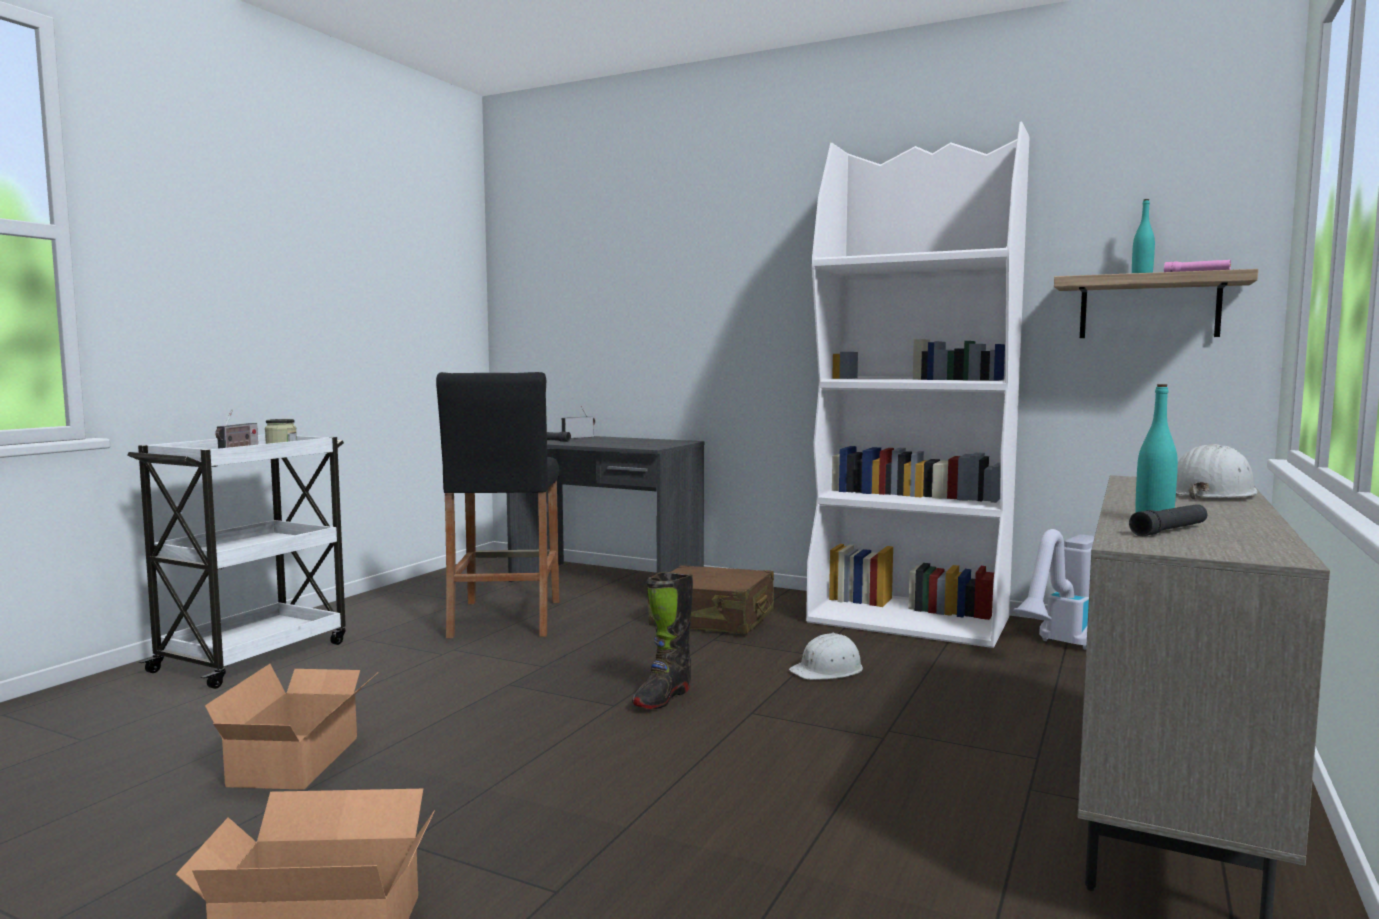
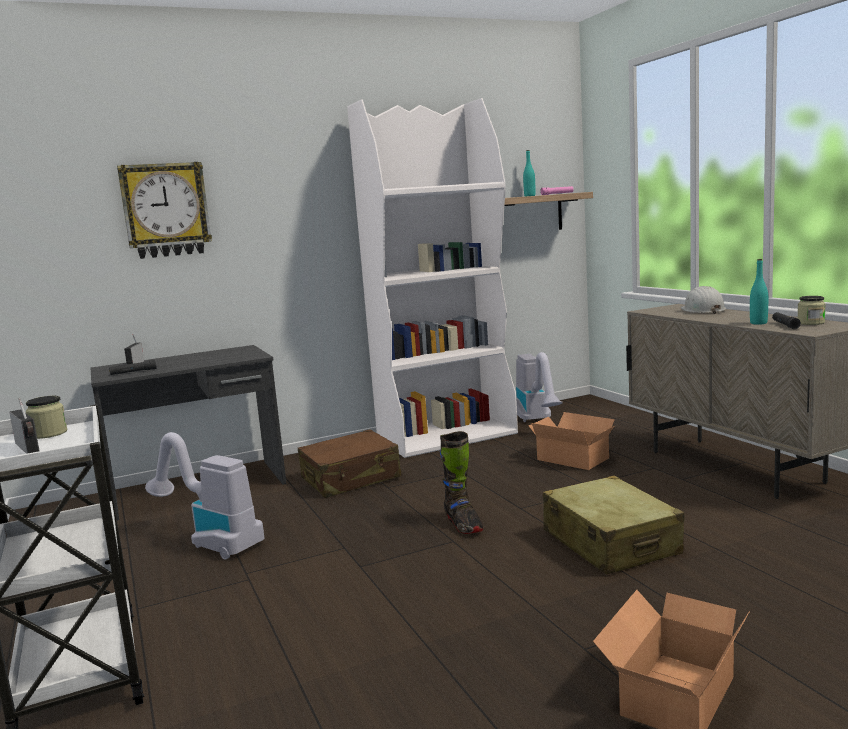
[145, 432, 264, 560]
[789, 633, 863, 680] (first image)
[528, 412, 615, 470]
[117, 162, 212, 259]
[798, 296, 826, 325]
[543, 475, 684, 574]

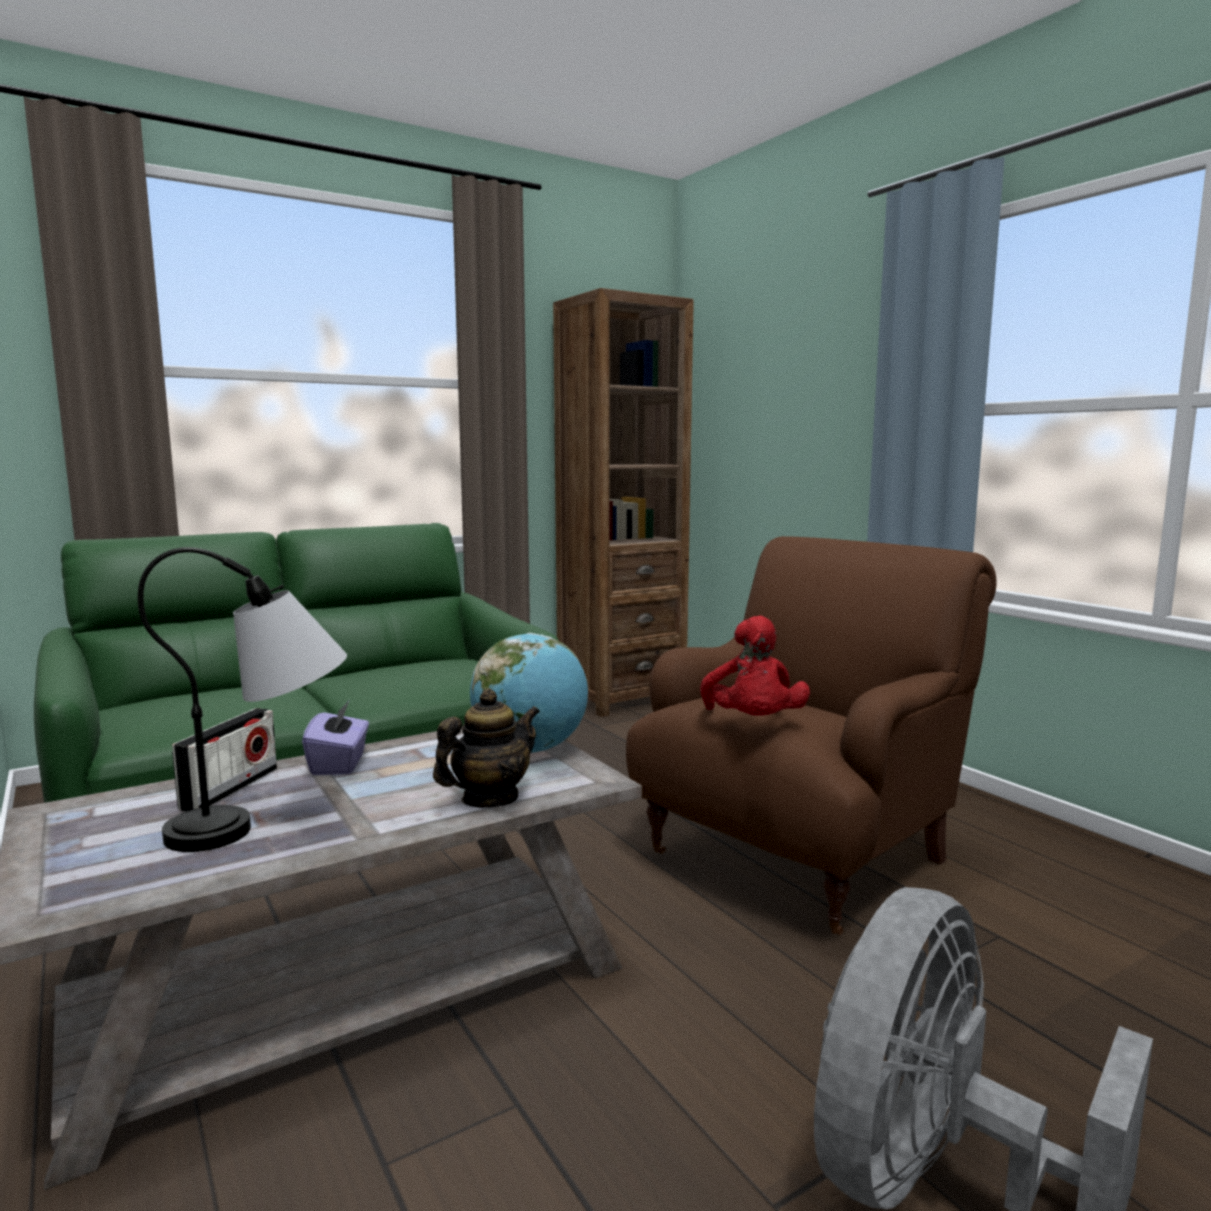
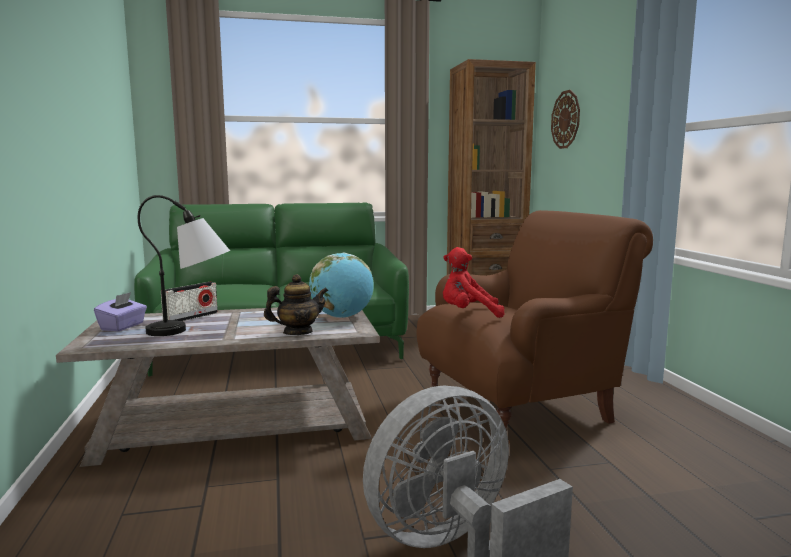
[443, 247, 505, 318]
[94, 292, 147, 331]
[551, 90, 580, 149]

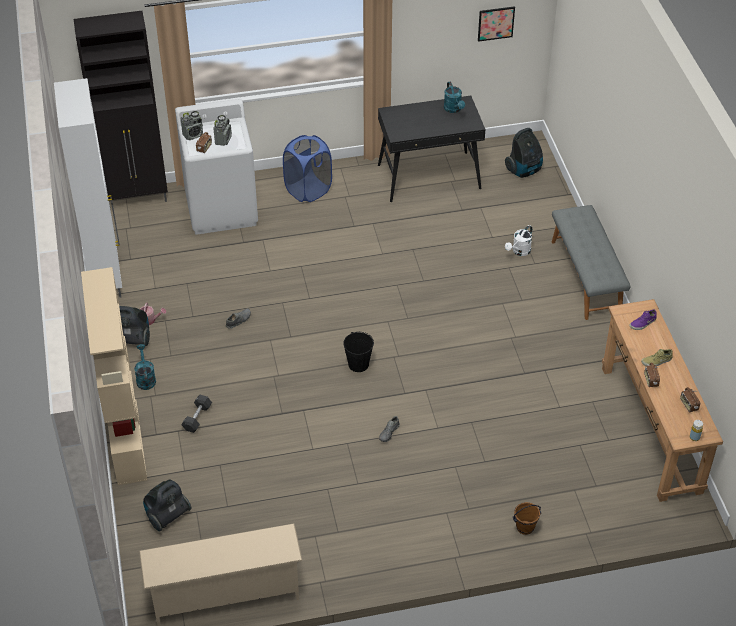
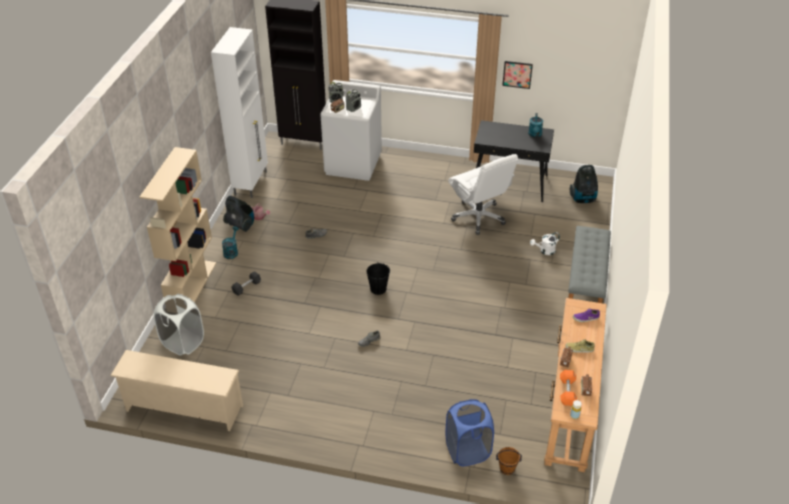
[502, 61, 533, 89]
[445, 399, 494, 466]
[154, 294, 204, 355]
[496, 447, 522, 475]
[449, 154, 518, 235]
[560, 370, 577, 406]

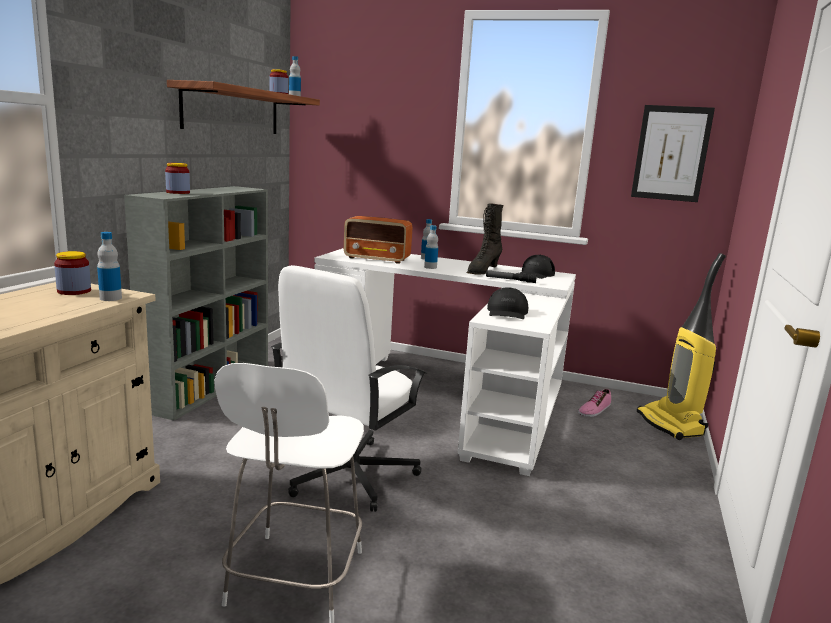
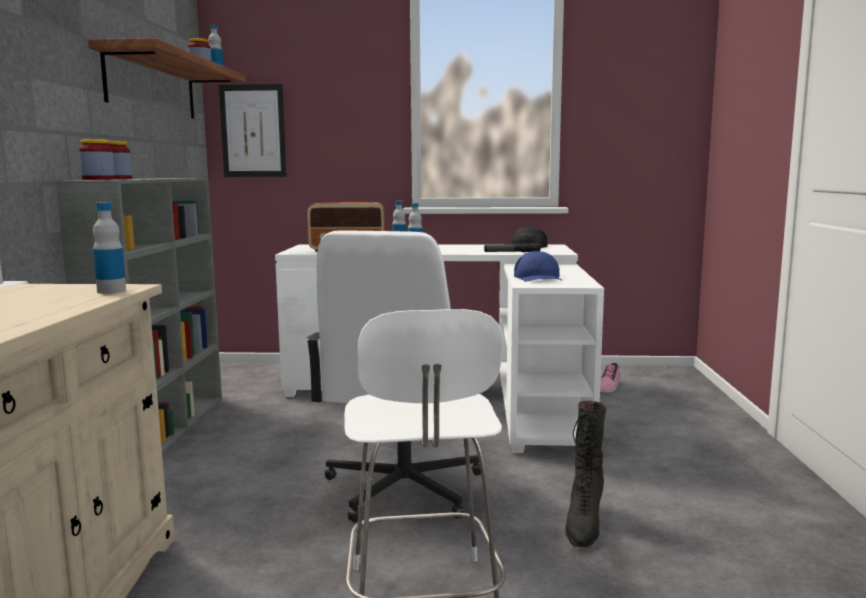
[219, 84, 287, 177]
[565, 401, 606, 547]
[79, 139, 115, 180]
[637, 253, 726, 440] (first image)
[514, 251, 563, 282]

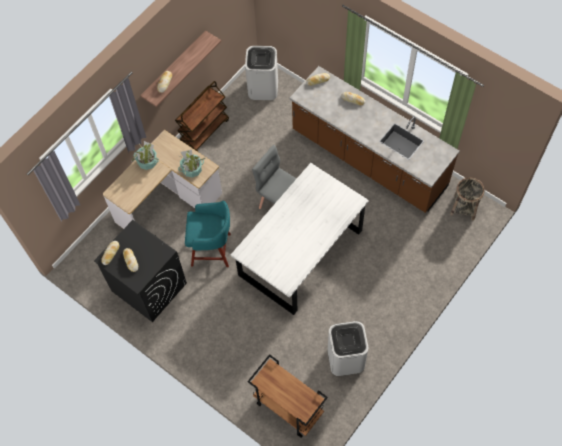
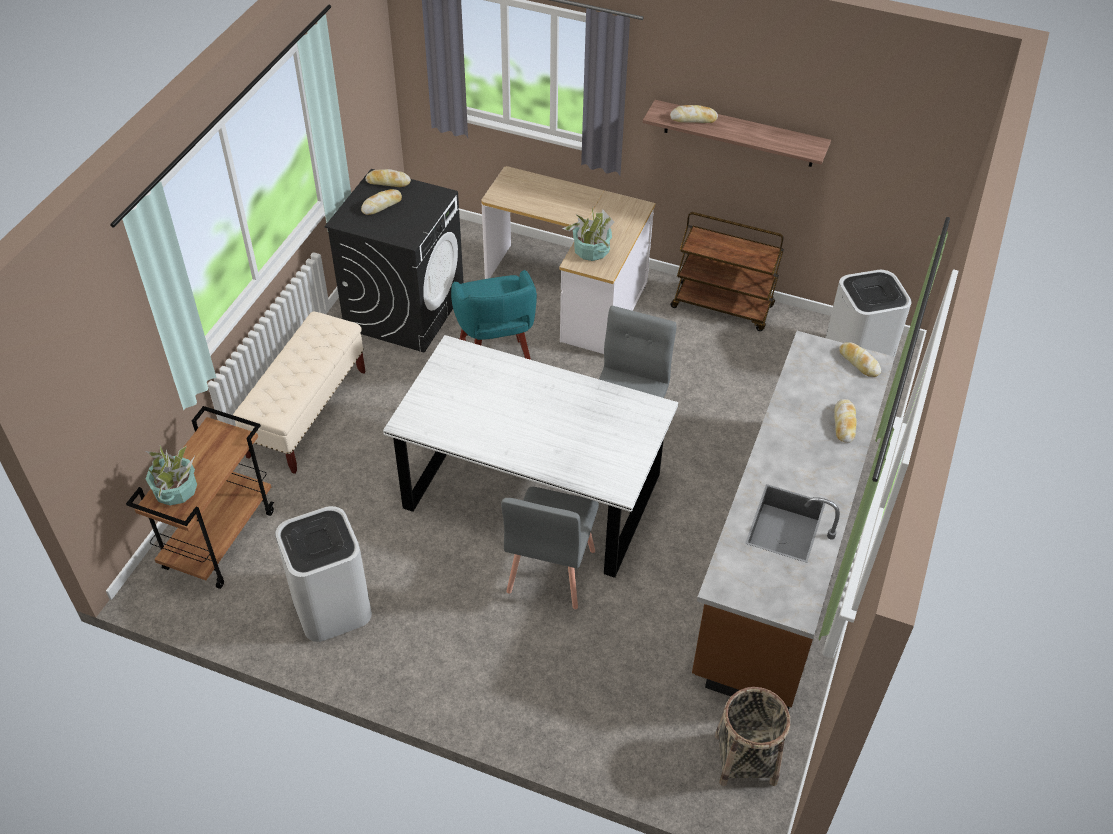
[146, 446, 197, 506]
[233, 311, 366, 474]
[501, 487, 599, 609]

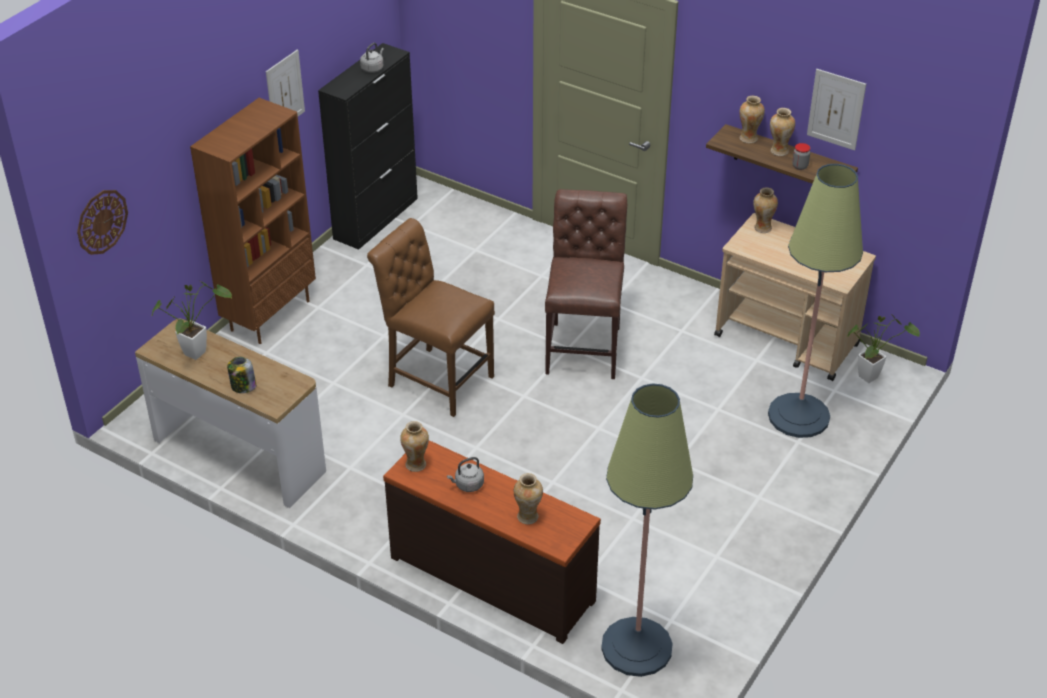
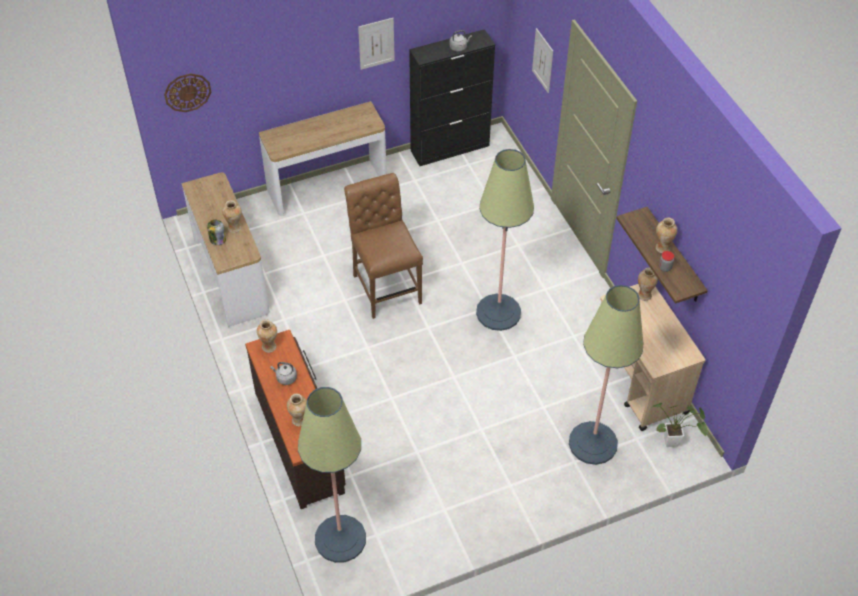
[532, 28, 553, 93]
[222, 200, 242, 233]
[259, 101, 387, 216]
[476, 149, 534, 331]
[152, 280, 232, 360] (first image)

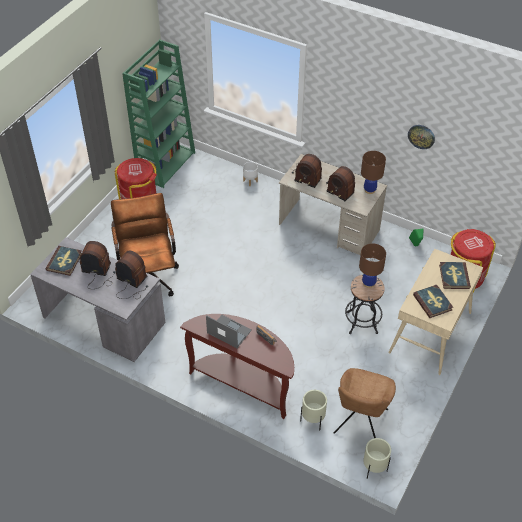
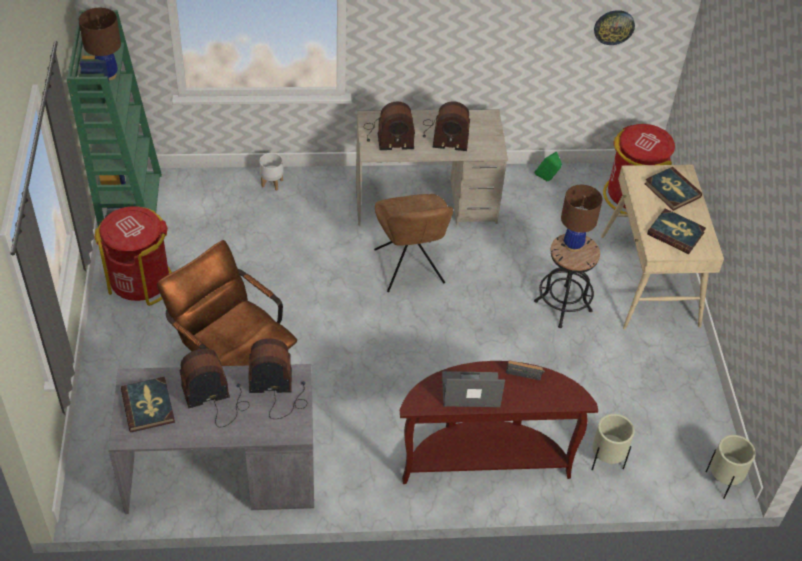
[594, 10, 635, 45]
[79, 8, 121, 81]
[374, 194, 453, 292]

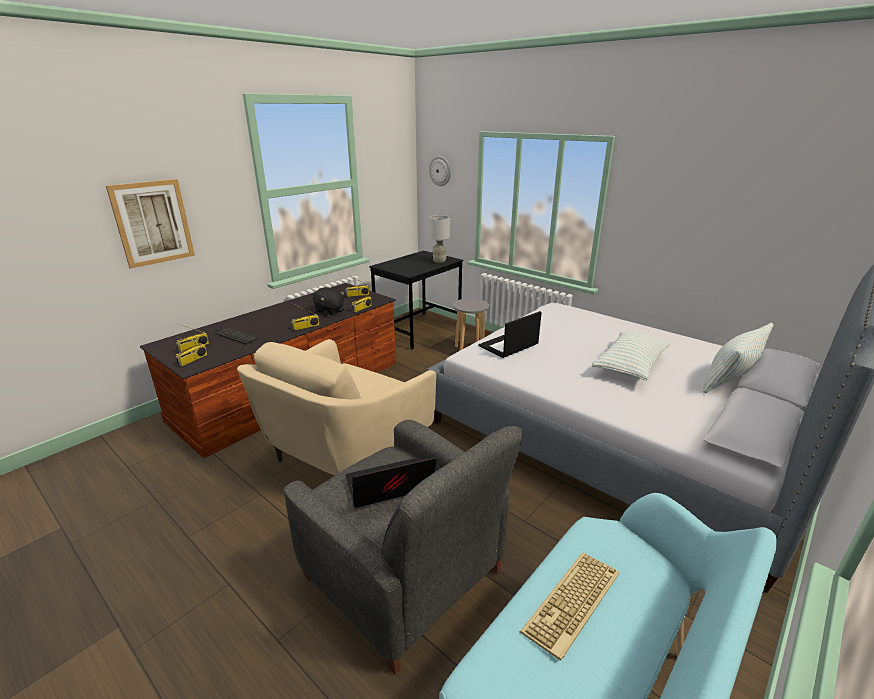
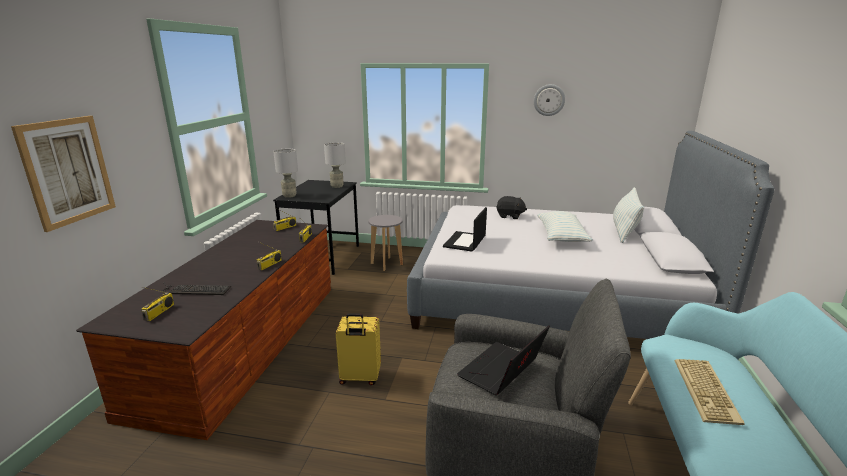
[534, 84, 565, 116]
[496, 196, 527, 219]
[176, 336, 207, 366] (first image)
[336, 313, 381, 385]
[273, 149, 298, 198]

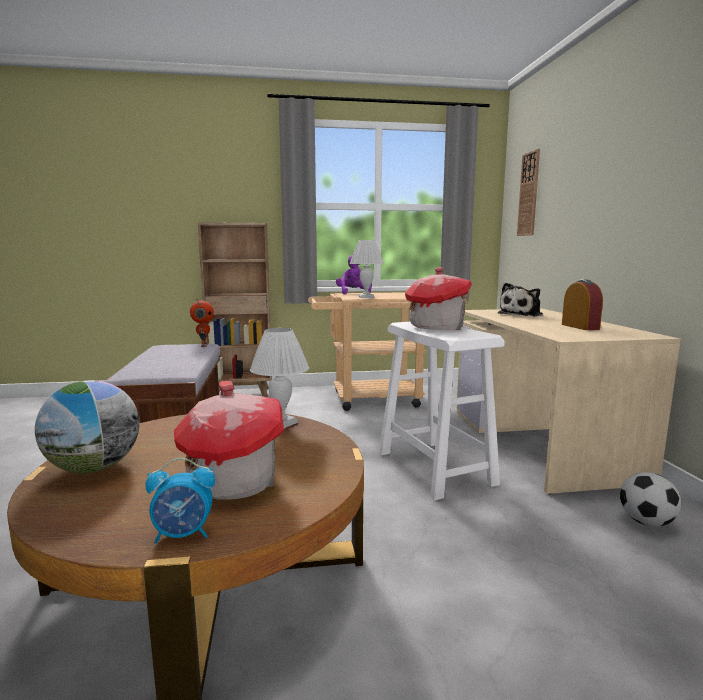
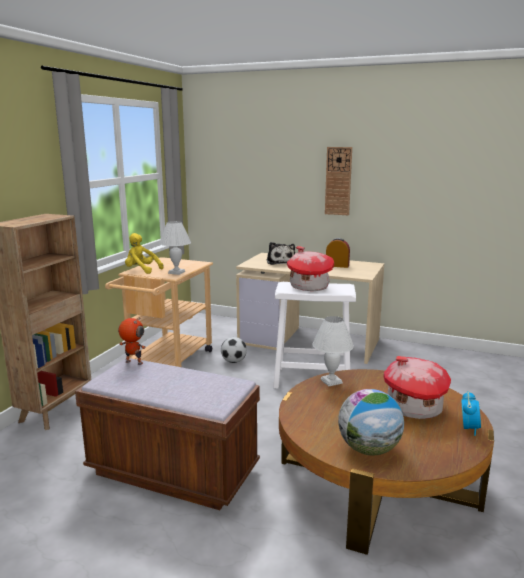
[325, 147, 352, 215]
[125, 233, 163, 274]
[221, 337, 247, 363]

